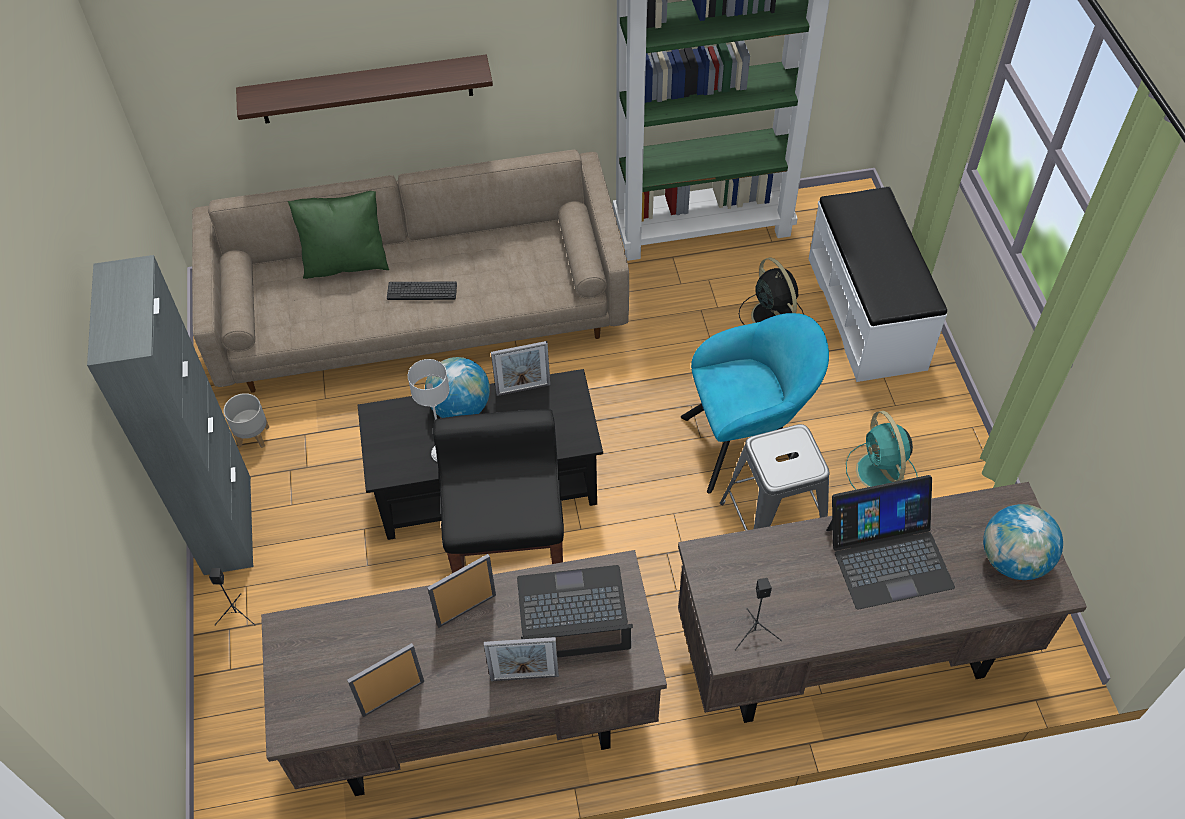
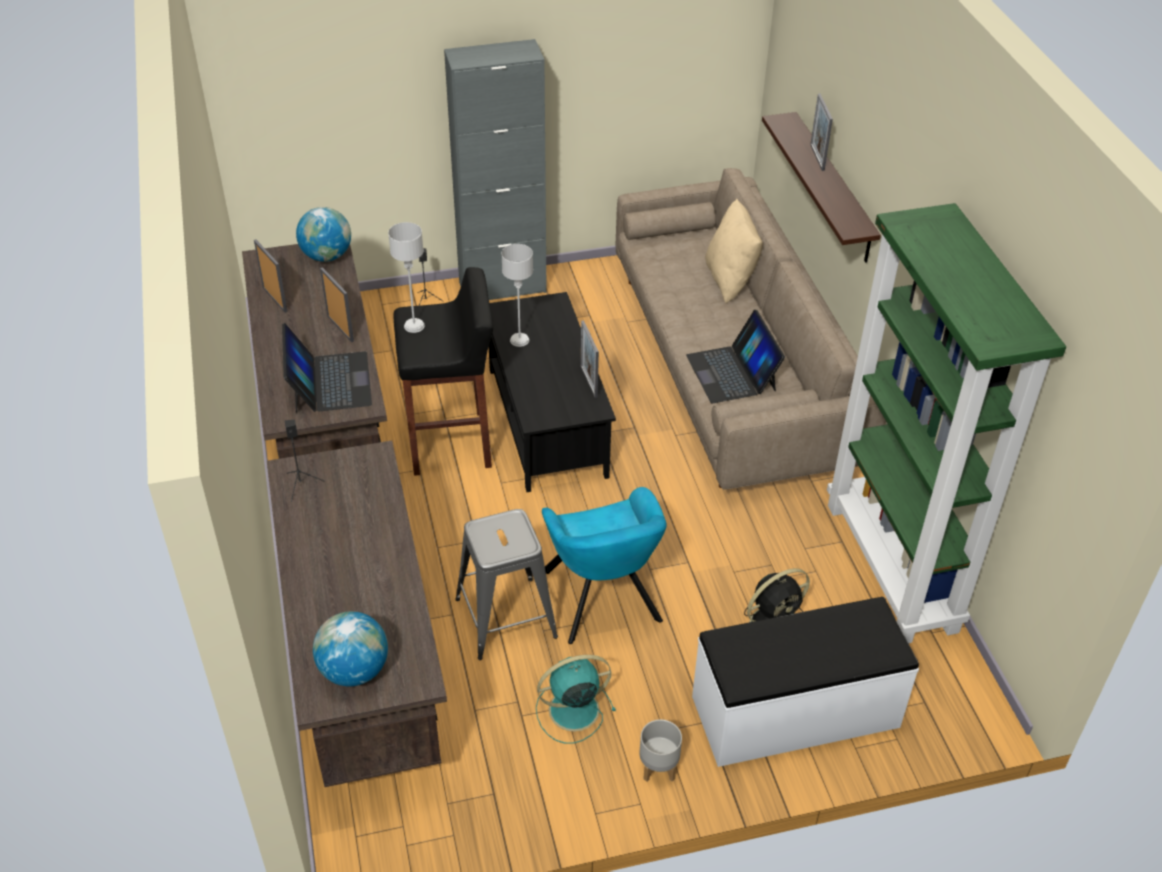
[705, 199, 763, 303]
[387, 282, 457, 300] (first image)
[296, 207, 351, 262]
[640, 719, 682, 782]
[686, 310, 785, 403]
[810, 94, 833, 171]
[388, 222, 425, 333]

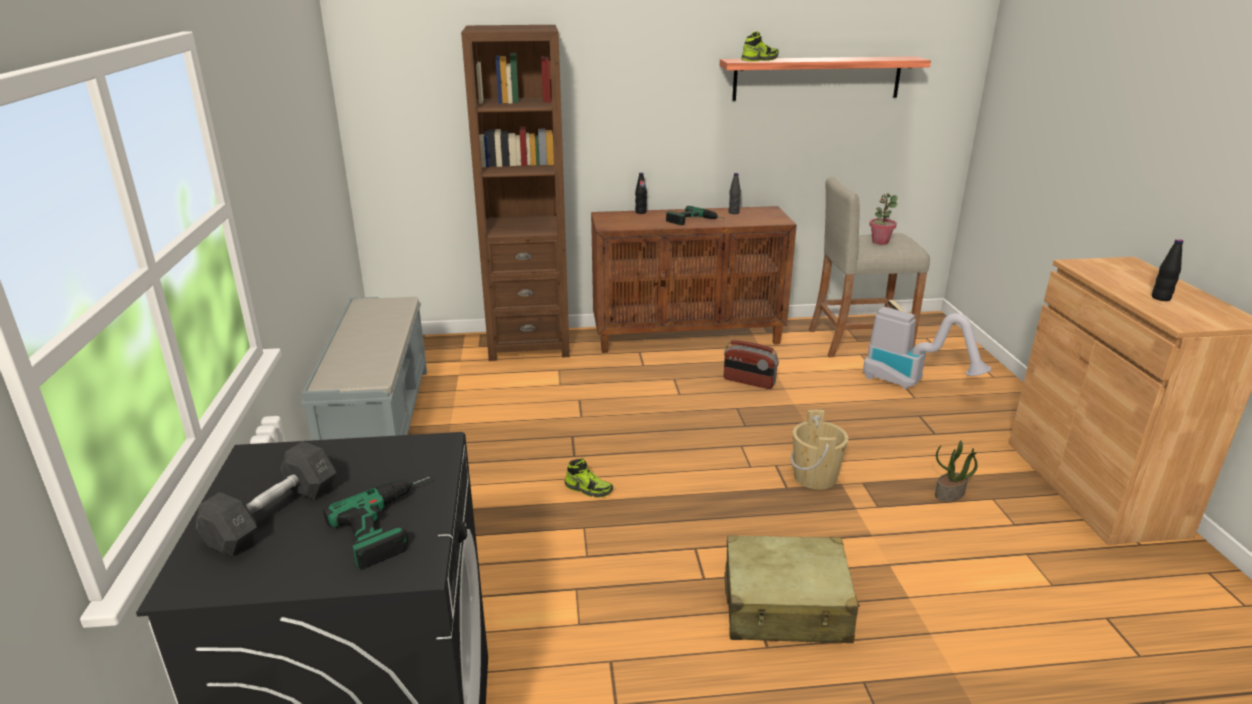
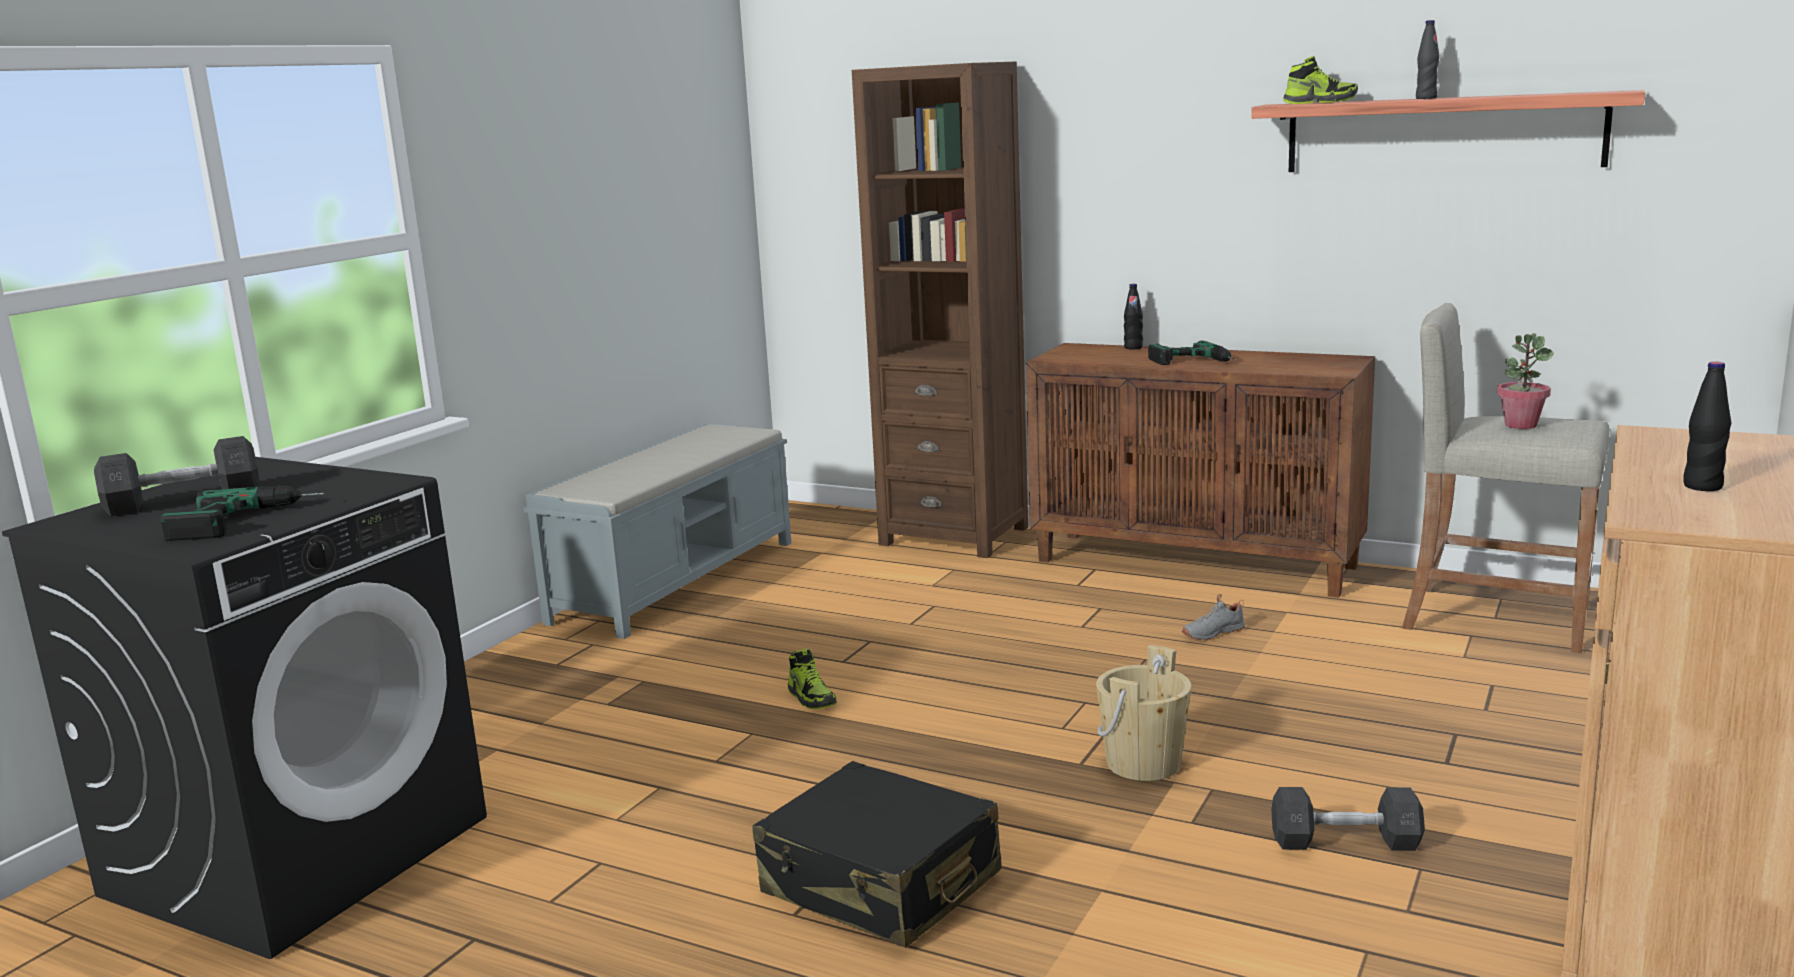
[1416, 20, 1440, 99]
[863, 307, 992, 389] (first image)
[1182, 594, 1245, 641]
[1271, 787, 1425, 851]
[753, 761, 1002, 948]

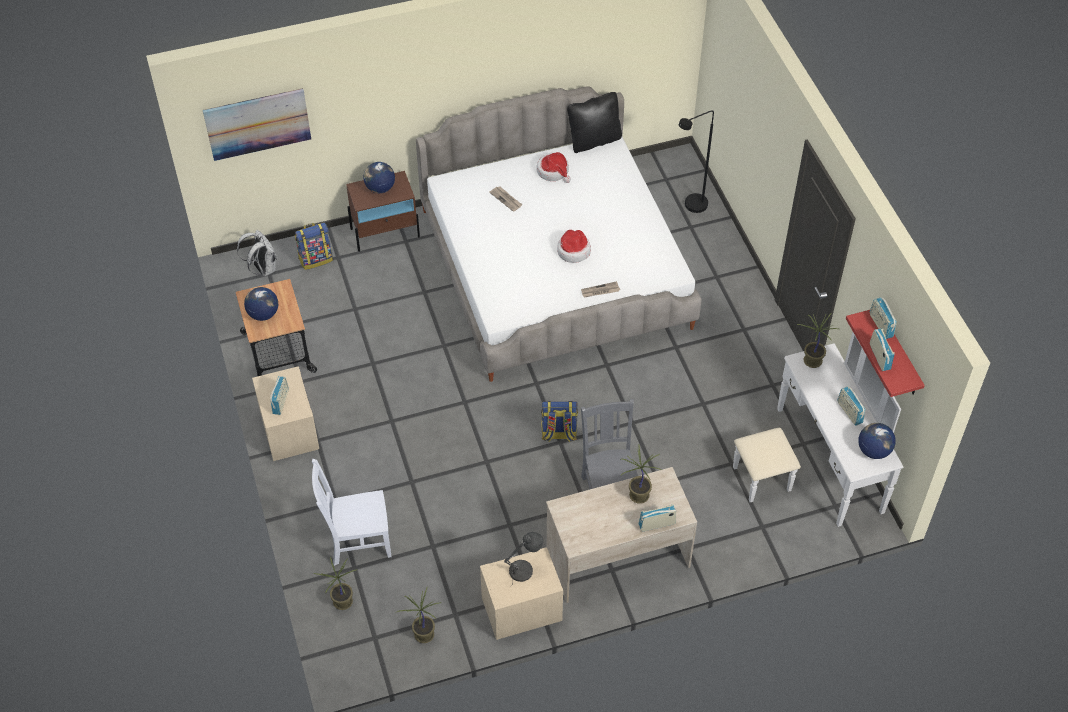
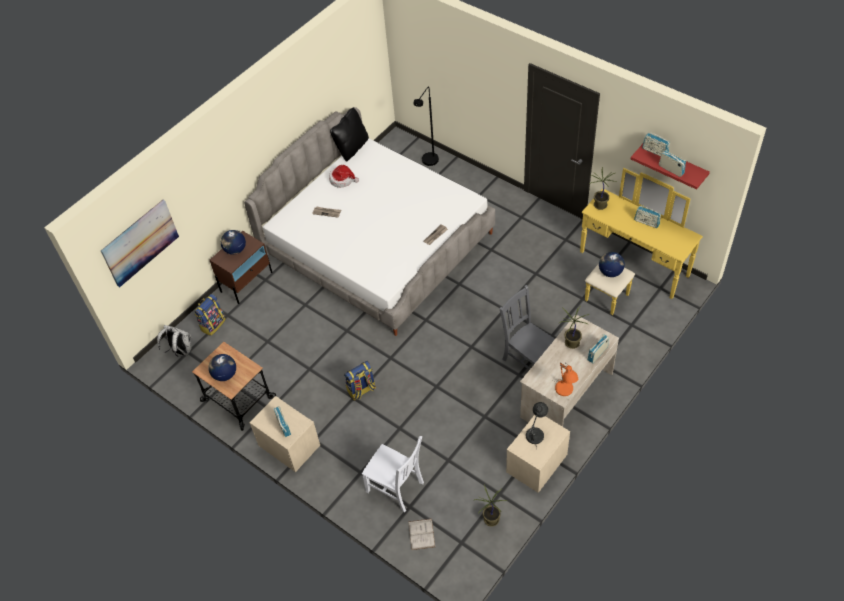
[557, 230, 591, 263] (first image)
[580, 168, 703, 315]
[344, 361, 376, 400]
[599, 252, 625, 277]
[362, 436, 424, 512]
[409, 519, 435, 550]
[553, 363, 578, 396]

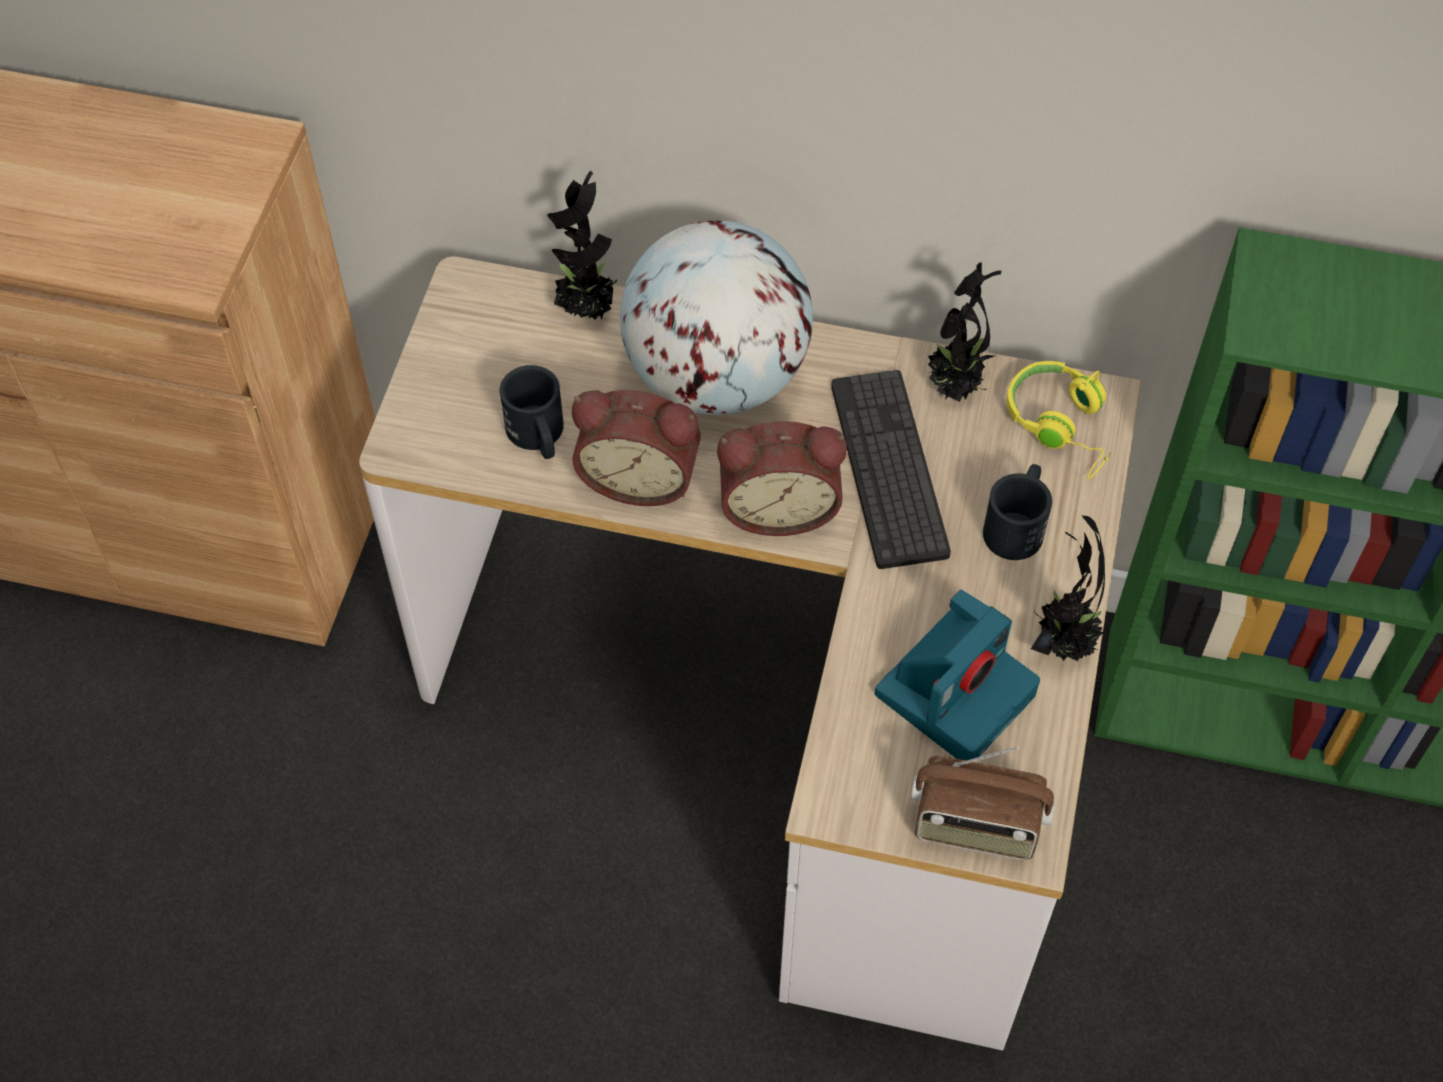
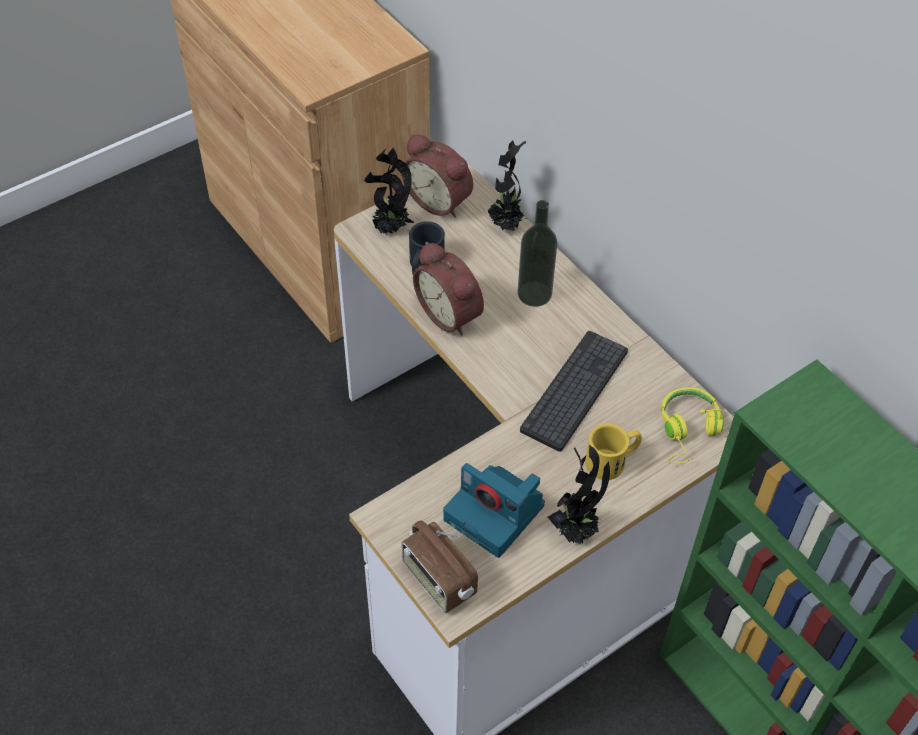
[518, 200, 557, 307]
[364, 148, 415, 234]
[402, 134, 473, 218]
[585, 423, 642, 480]
[443, 463, 545, 558]

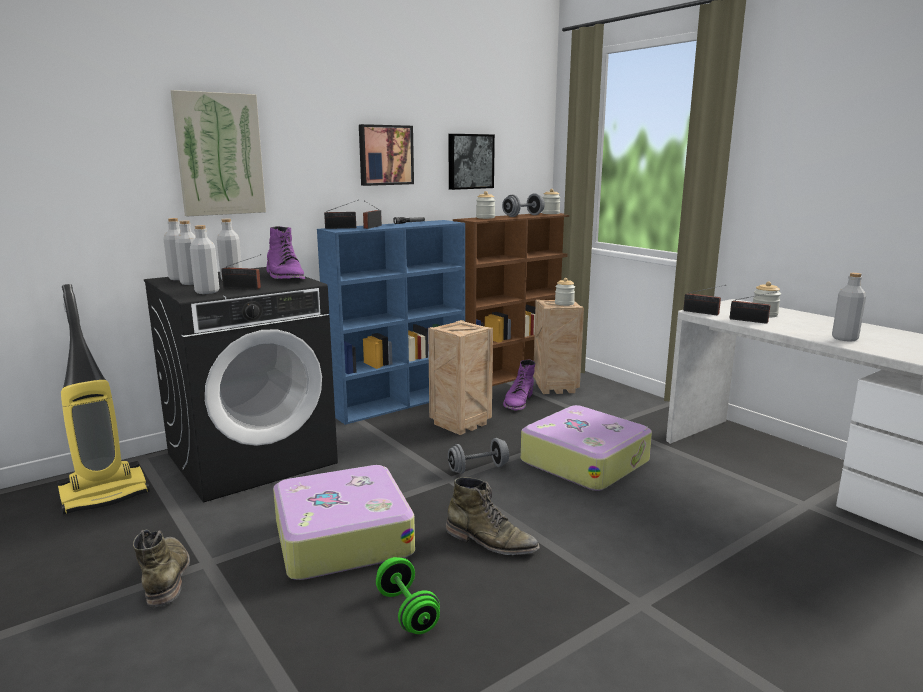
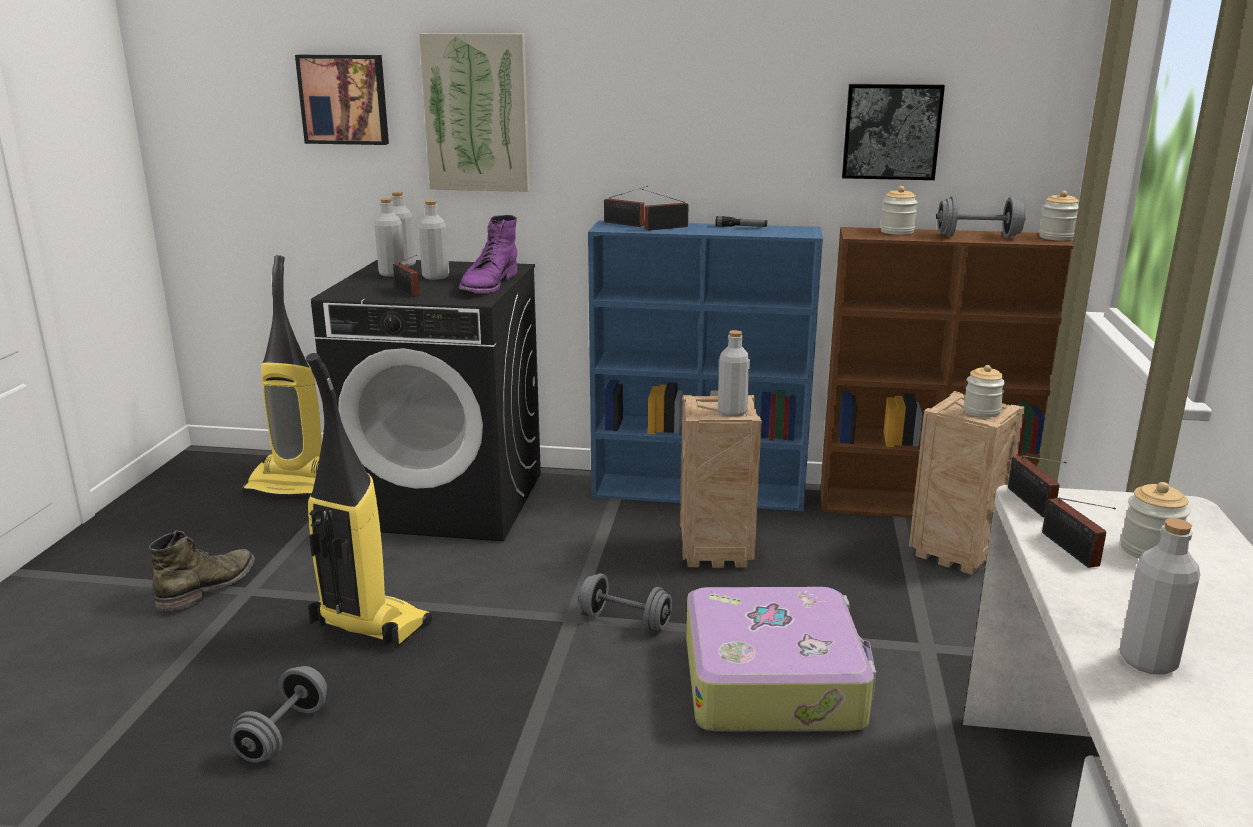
[295, 55, 389, 145]
[718, 330, 750, 417]
[503, 360, 536, 410] (first image)
[306, 353, 432, 648]
[446, 477, 540, 555] (first image)
[230, 666, 327, 763]

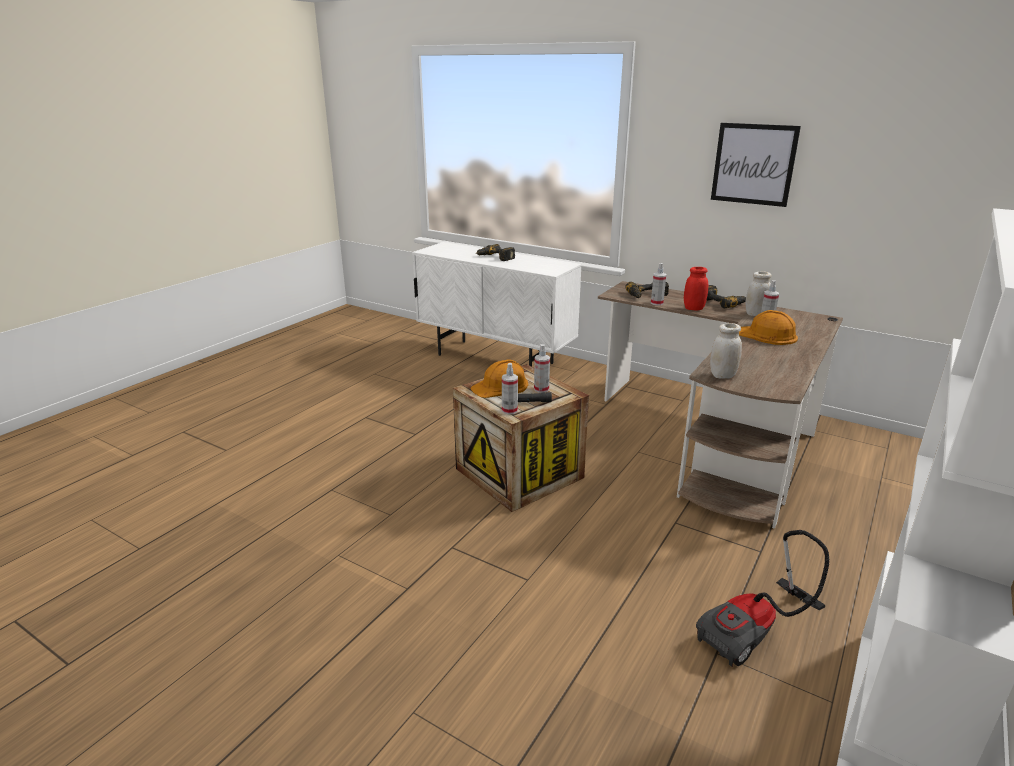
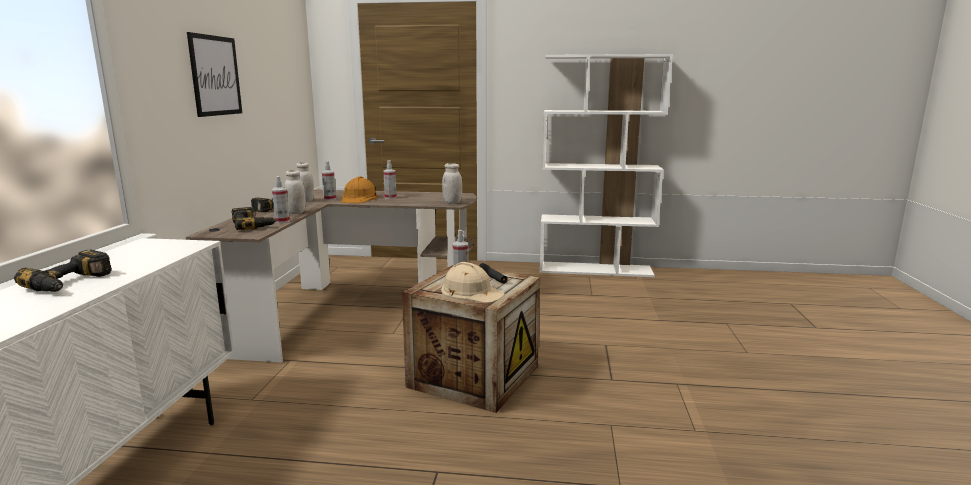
[285, 170, 306, 214]
[441, 262, 505, 303]
[383, 160, 397, 199]
[696, 530, 829, 667] (first image)

